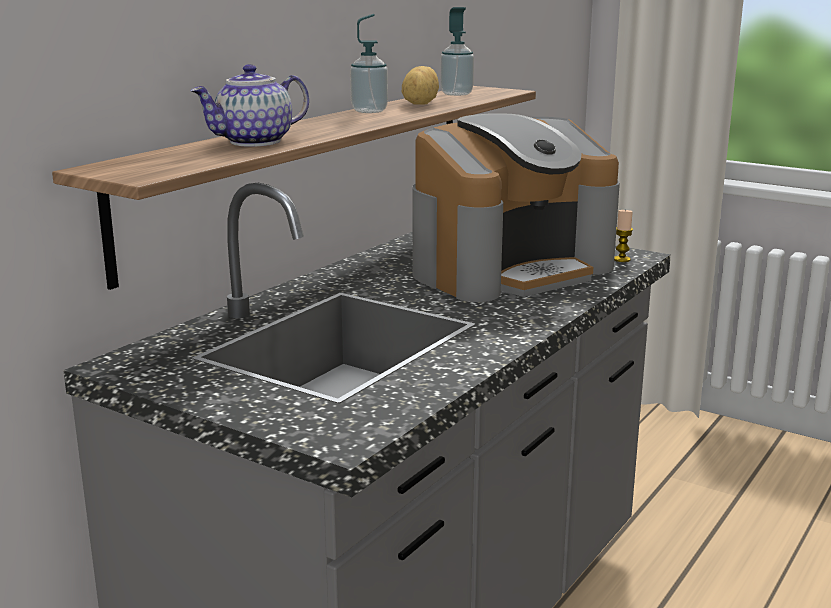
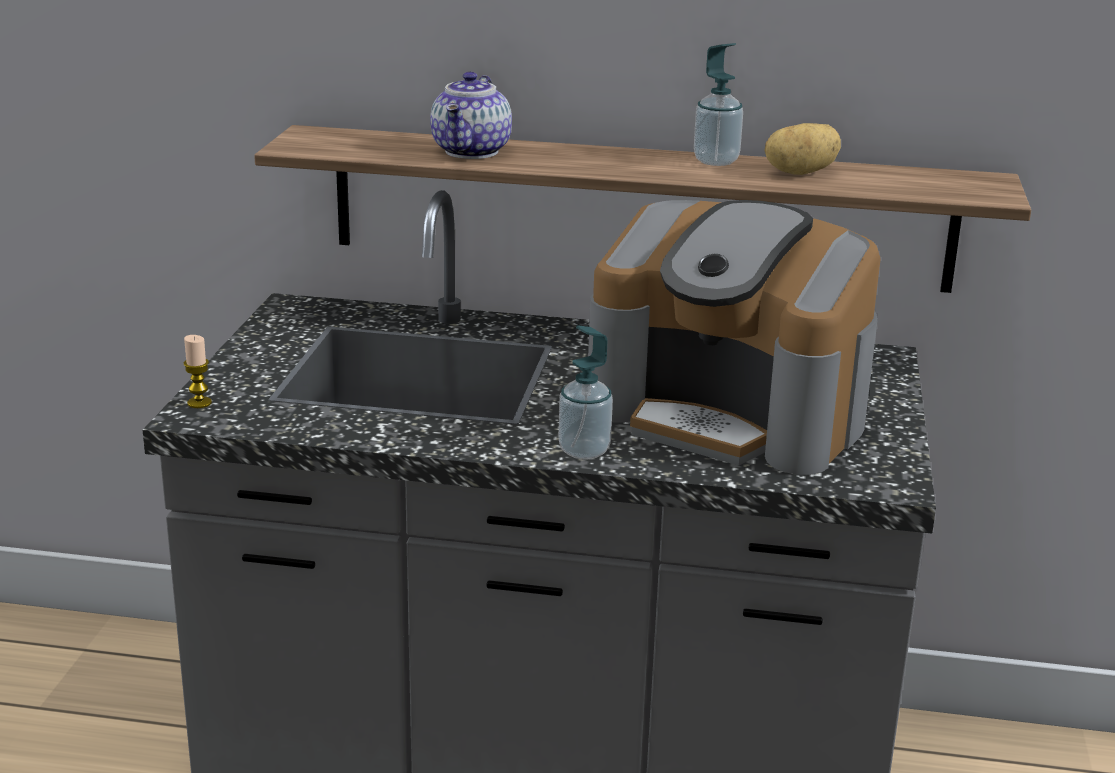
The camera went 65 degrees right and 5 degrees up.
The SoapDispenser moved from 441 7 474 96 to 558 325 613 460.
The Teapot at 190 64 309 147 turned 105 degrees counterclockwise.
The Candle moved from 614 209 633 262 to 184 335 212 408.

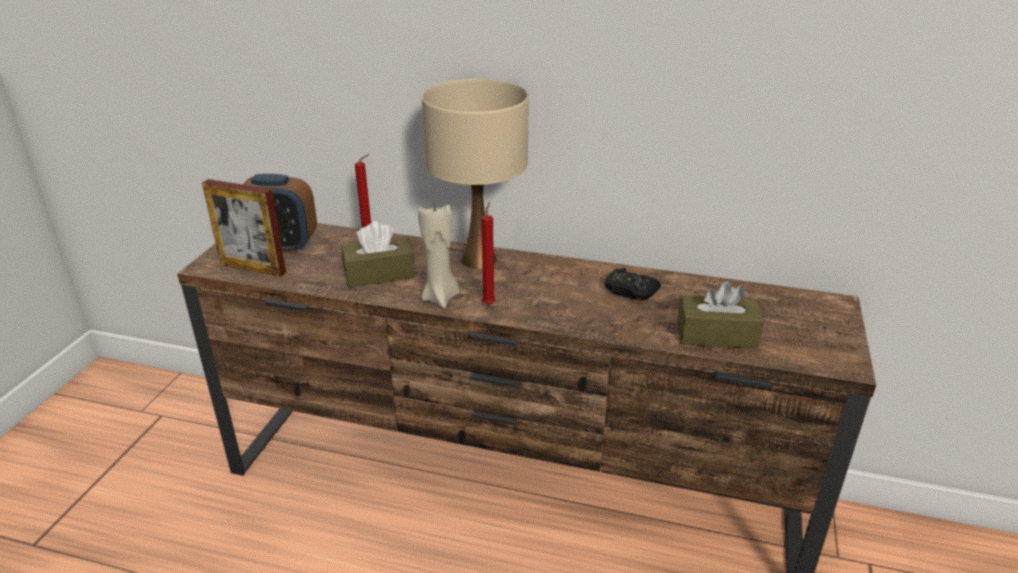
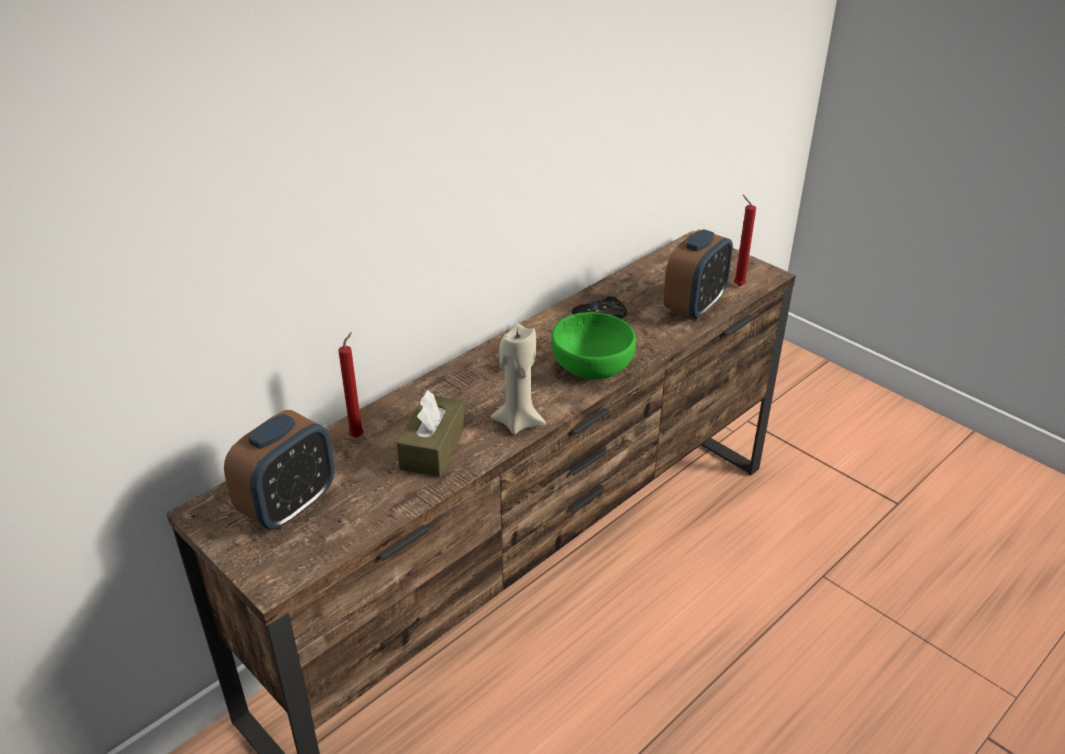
The camera went 60 degrees left and 5 degrees up.
The BeigeTableLamp at 422 79 529 269 disappeared.
The PictureFrame at 202 179 286 277 disappeared.
The RedCandle moved from 482 202 495 305 to 734 195 756 286.
The BrownTissueBox at 677 281 764 349 was replaced by the AlarmClock at 664 229 733 320.
The GreenBowl at 551 312 636 379 appeared.

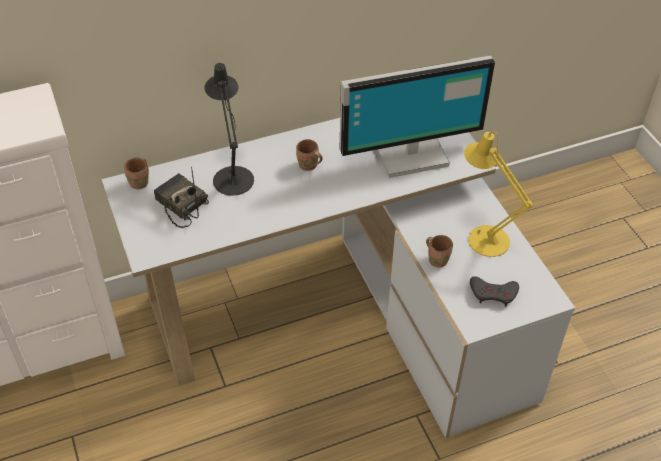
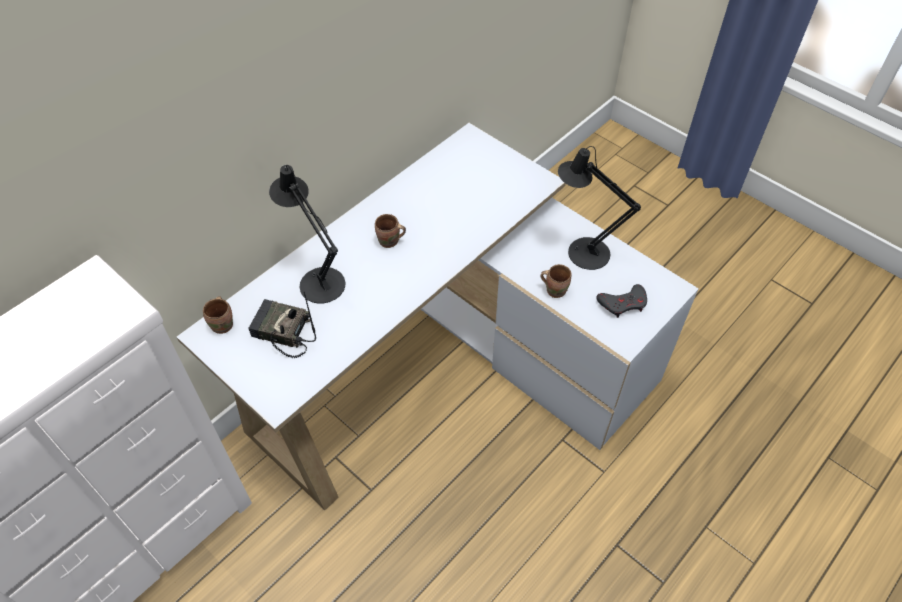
The camera went 25 degrees left and 5 degrees up.
The Monitor at 340 55 495 178 disappeared.
The YellowTableLamp at 464 131 533 257 became the BlackTableLamp at 558 146 641 270.

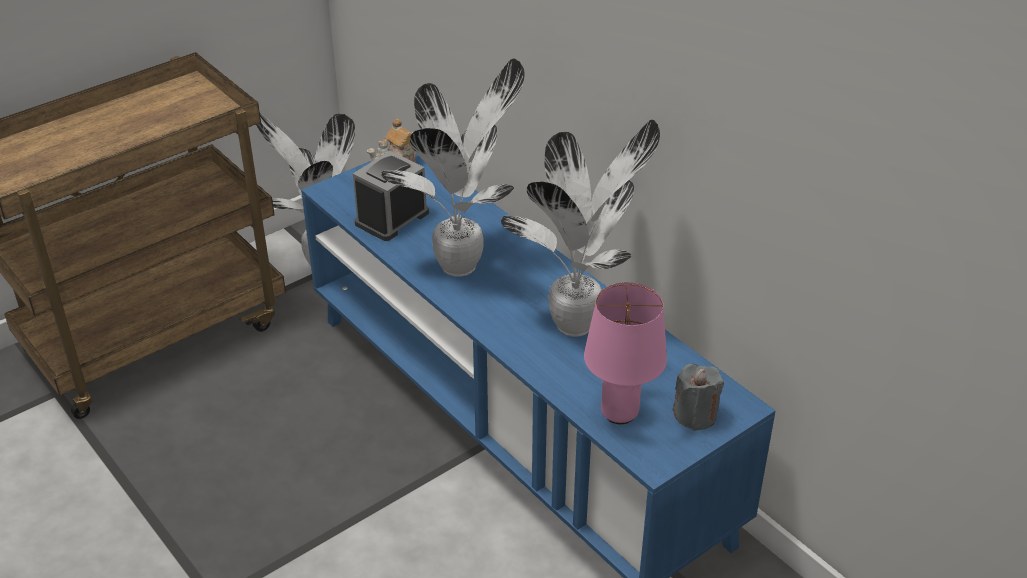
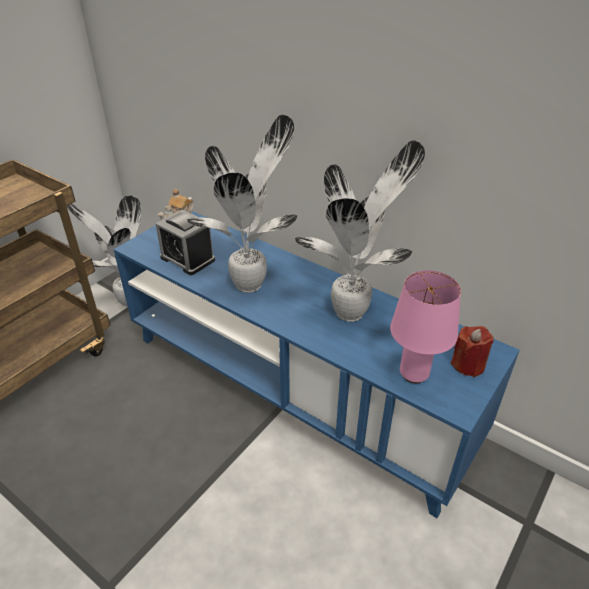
The camera went 15 degrees left and 0 degrees up.
The AlarmClock at 353 151 429 241 turned 75 degrees counterclockwise.
The GreyCandle at 673 363 724 431 became the RedCandle at 451 326 494 377.

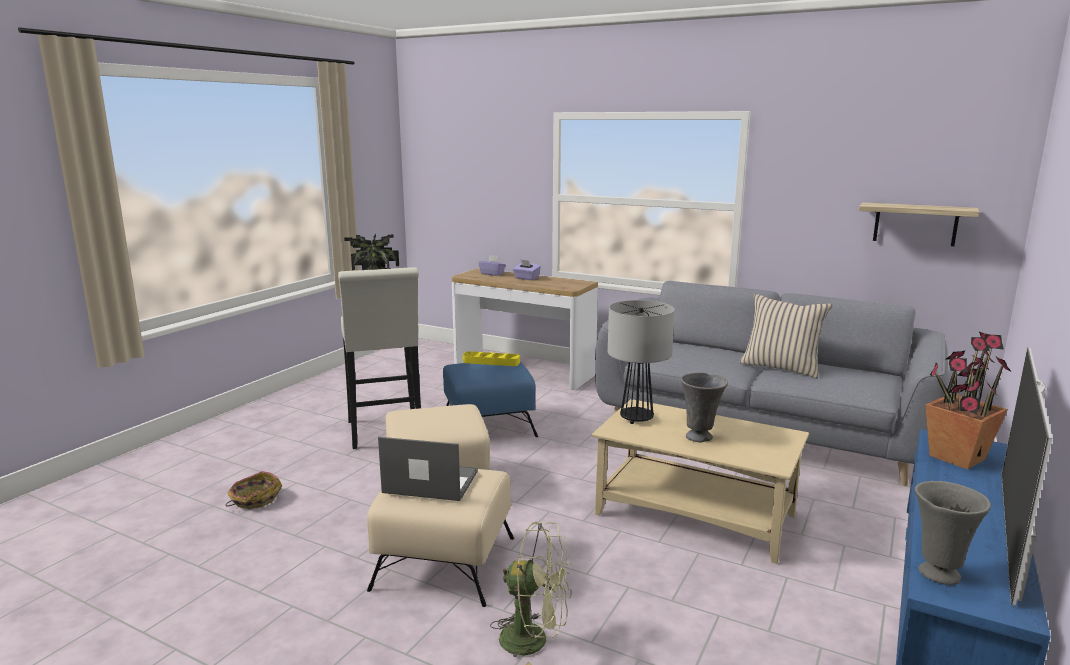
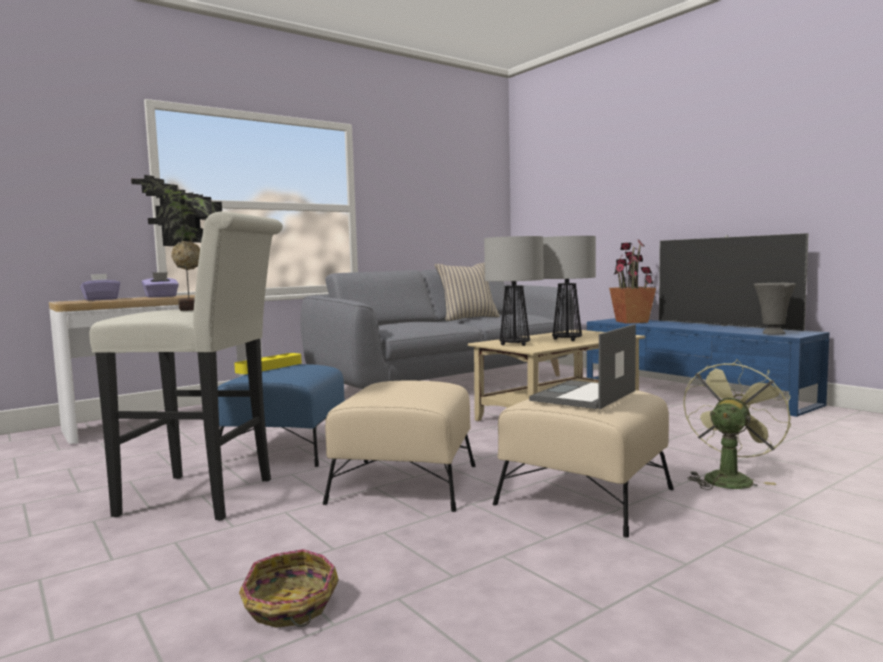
The camera went 65 degrees left and 10 degrees down.
The Shelf at 859 202 979 246 disappeared.
The GreyVase at 681 373 728 442 was replaced by the TableLamp at 543 236 596 341.

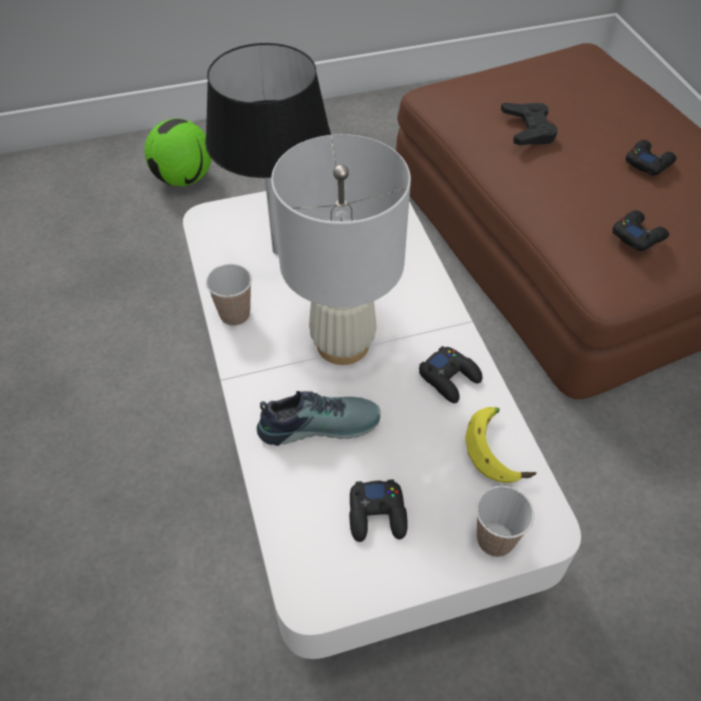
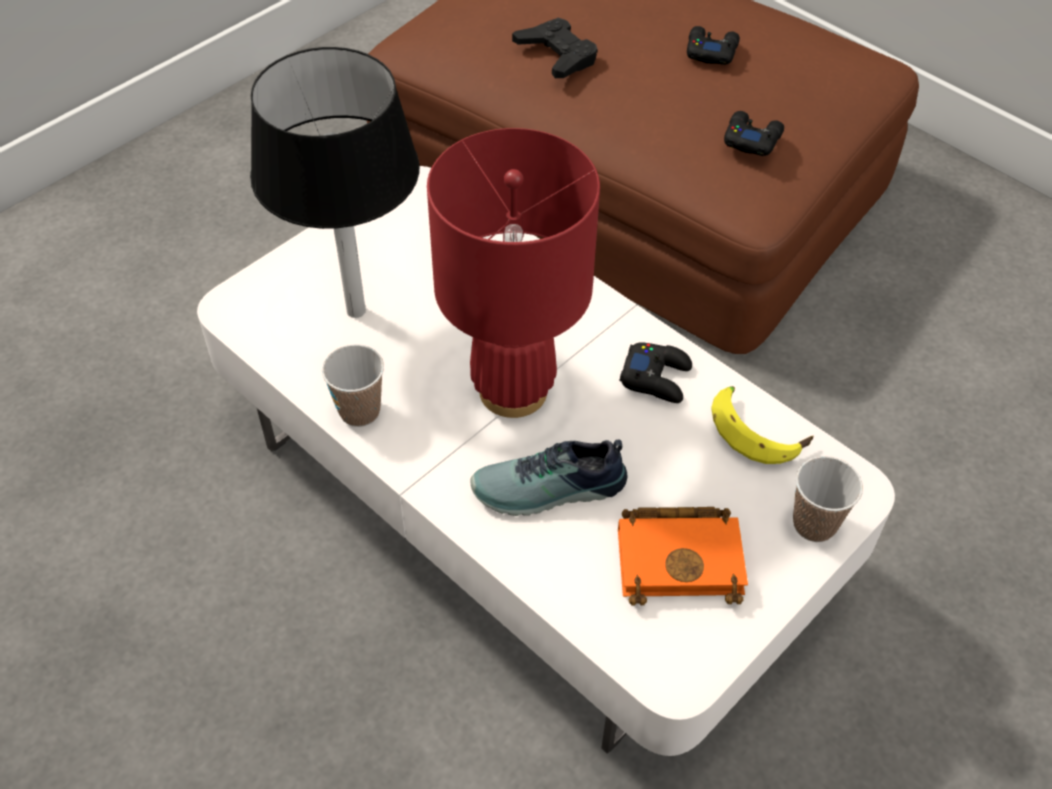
The camera went 30 degrees left and 0 degrees up.
The Football at 144 118 212 187 disappeared.
The WhiteTableLamp at 271 134 411 365 became the RedTableLamp at 427 128 600 418.
The Shoe at 257 391 381 446 turned 150 degrees counterclockwise.
The BlackGameController at 349 479 408 542 was replaced by the OrangeBook at 618 507 748 605.

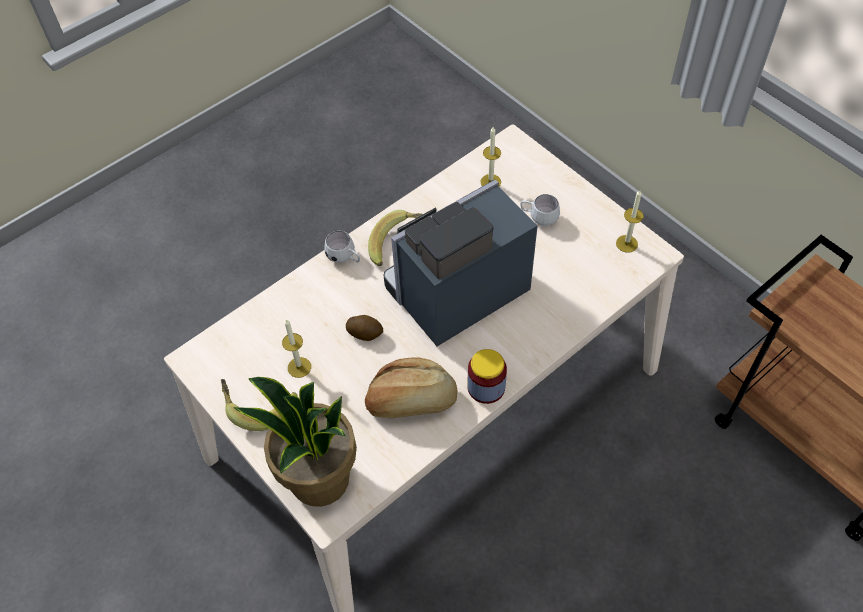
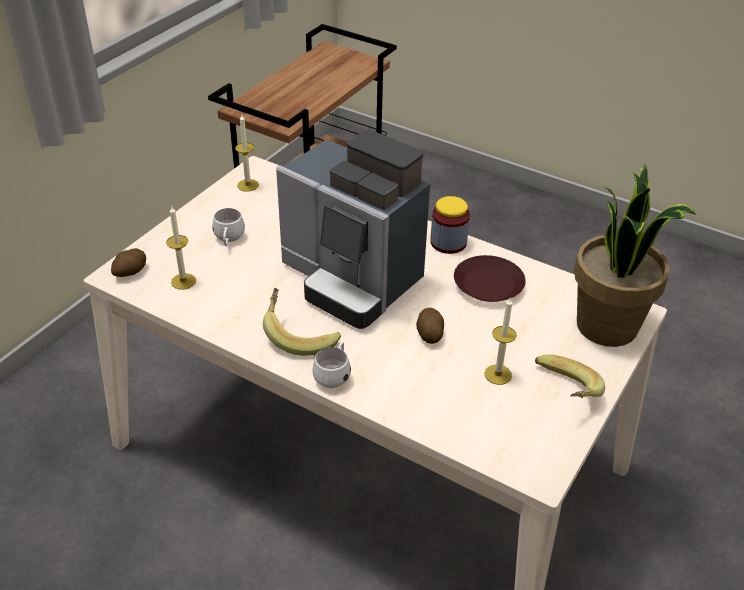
The camera went 110 degrees left and 15 degrees down.
The Bread at 365 358 458 418 was replaced by the BrownPlate at 454 255 526 302.
The Potato at 111 248 146 277 appeared.

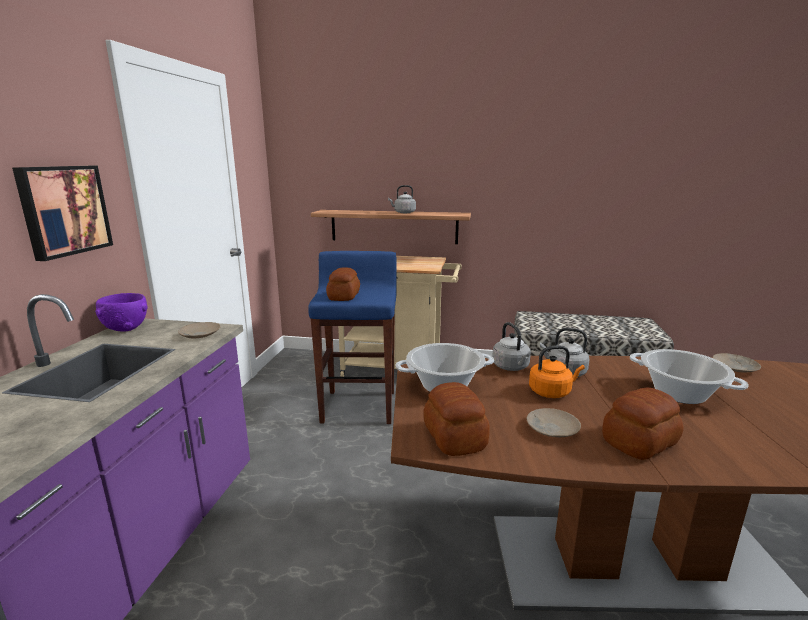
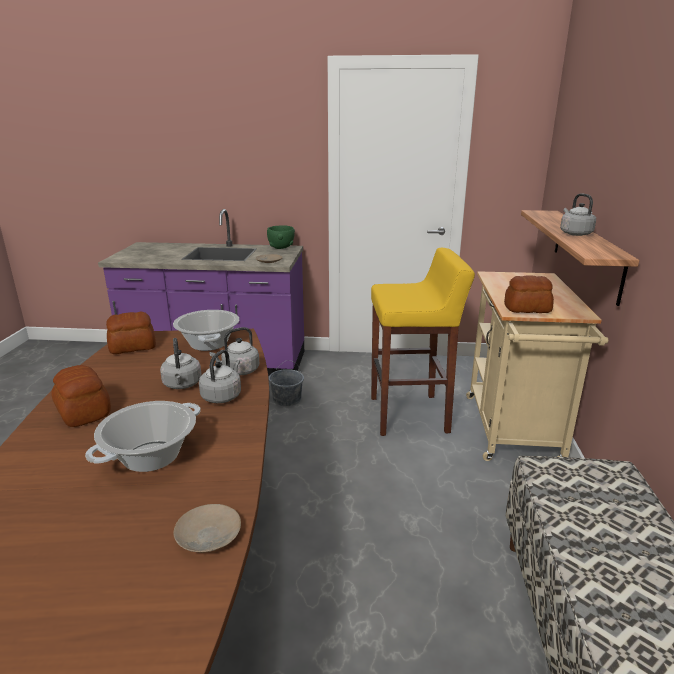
The camera went 85 degrees right and 5 degrees up.
The Picture at 12 166 113 261 disappeared.
The BlueStool at 308 251 397 424 became the YellowStool at 371 248 475 436.
The Bread moved from 326 267 360 301 to 504 276 554 313.
The PurpleBowl at 95 293 148 332 became the GreenBowl at 267 225 295 249.
The OrangeKettle at 529 346 585 398 became the GreyKettle at 160 338 202 389.
The BeigePlate at 527 408 581 437 disappeared.
The GreyBucket at 269 360 304 406 appeared.

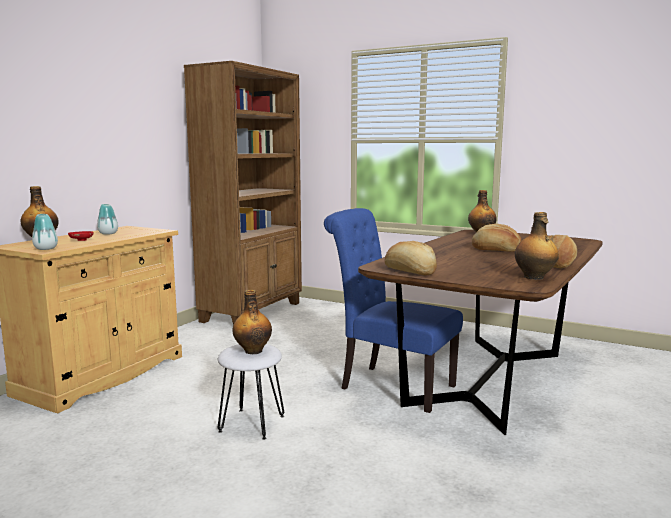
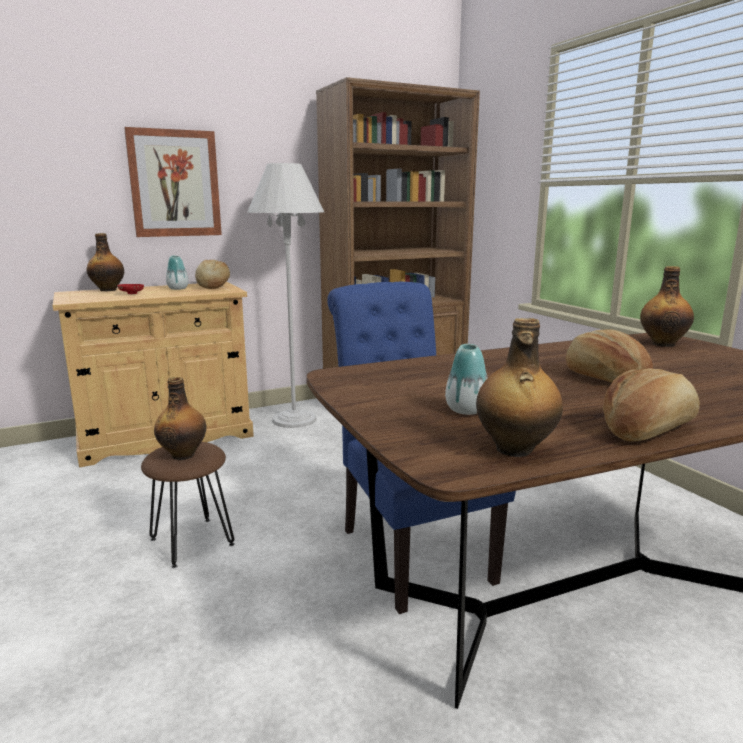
The camera went 35 degrees right and 5 degrees up.
The Vase moved from 32 214 58 250 to 445 344 488 415.
The Bread moved from 385 241 437 276 to 195 260 230 289.
The WhiteStool at 218 344 284 440 became the BrownStool at 141 442 234 568.
The Picture at 124 127 222 237 appeared.
The WhiteFloorLamp at 247 163 324 428 appeared.

